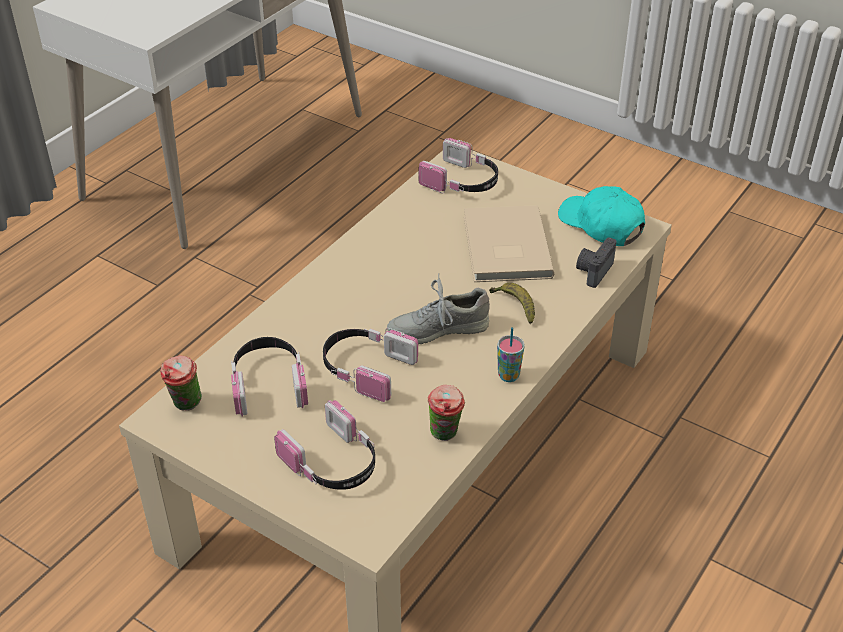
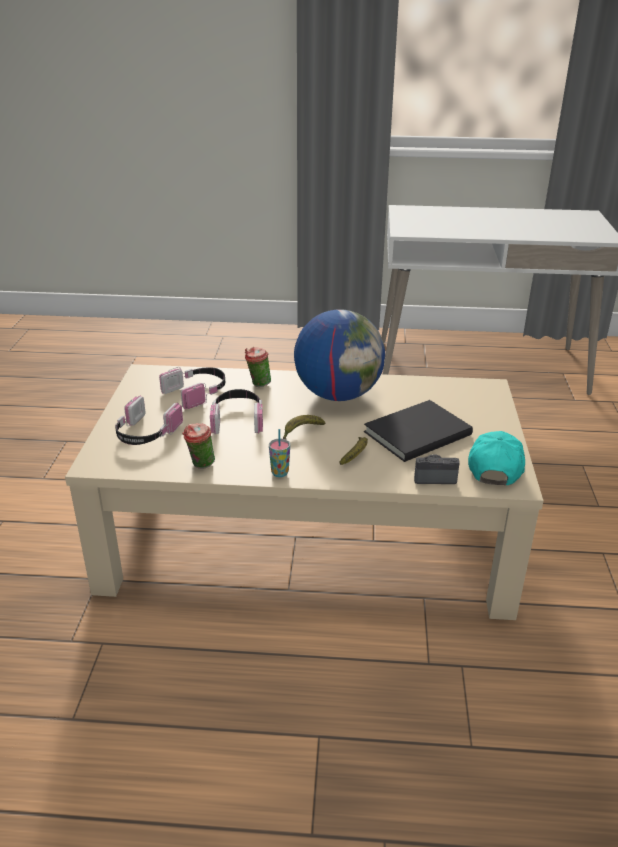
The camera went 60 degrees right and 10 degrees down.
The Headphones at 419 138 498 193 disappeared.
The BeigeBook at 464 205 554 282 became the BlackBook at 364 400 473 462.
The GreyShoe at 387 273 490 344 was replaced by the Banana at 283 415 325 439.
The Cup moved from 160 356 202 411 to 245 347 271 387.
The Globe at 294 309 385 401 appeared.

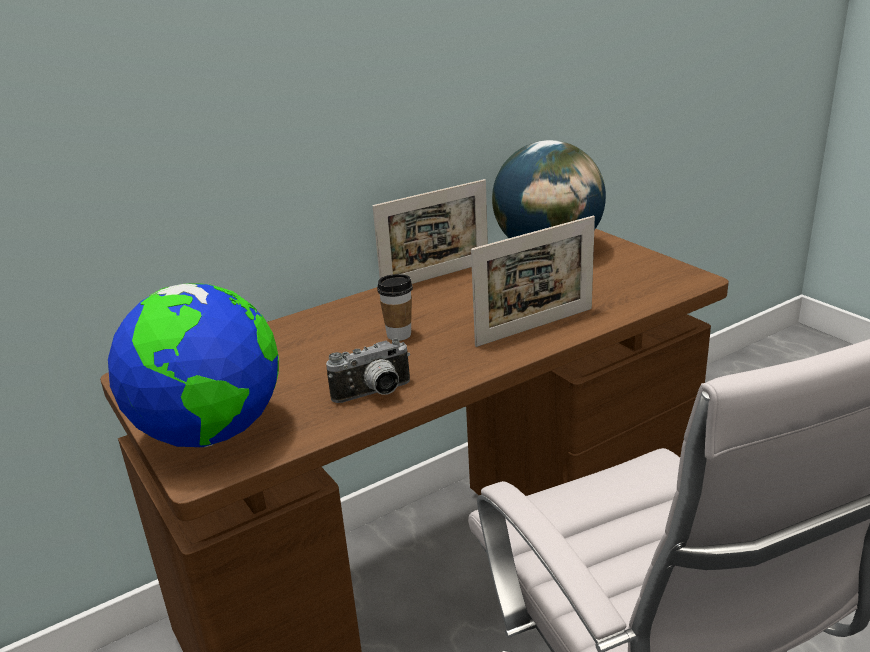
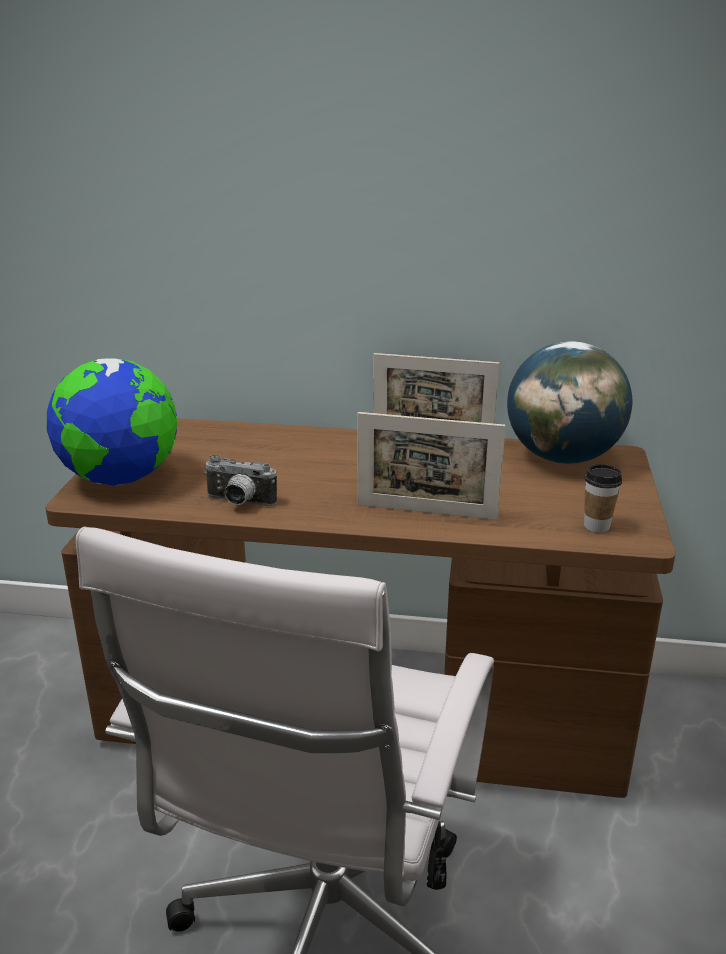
The camera went 40 degrees right and 0 degrees up.
The Cup moved from 377 274 413 341 to 584 464 622 533.

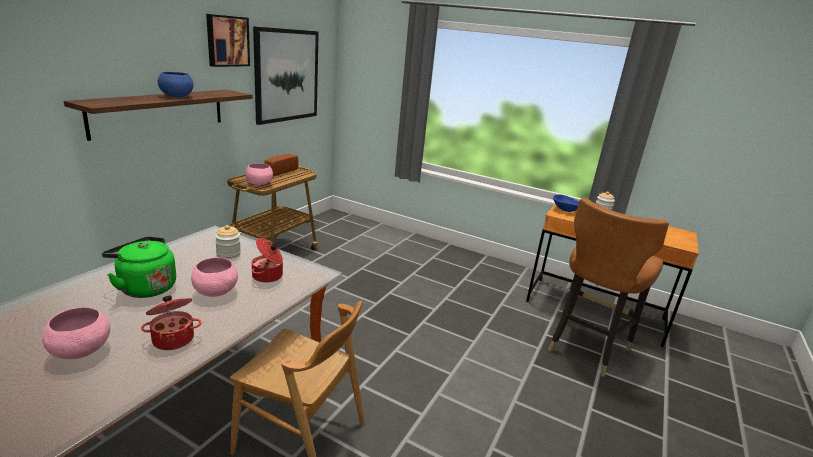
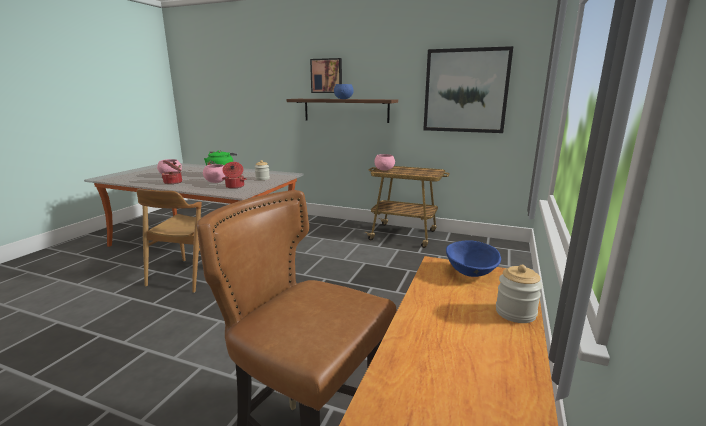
The camera went 85 degrees right and 5 degrees down.
The Picture moved from 206 14 250 67 to 310 58 342 93.
The Bread at 264 154 298 176 disappeared.

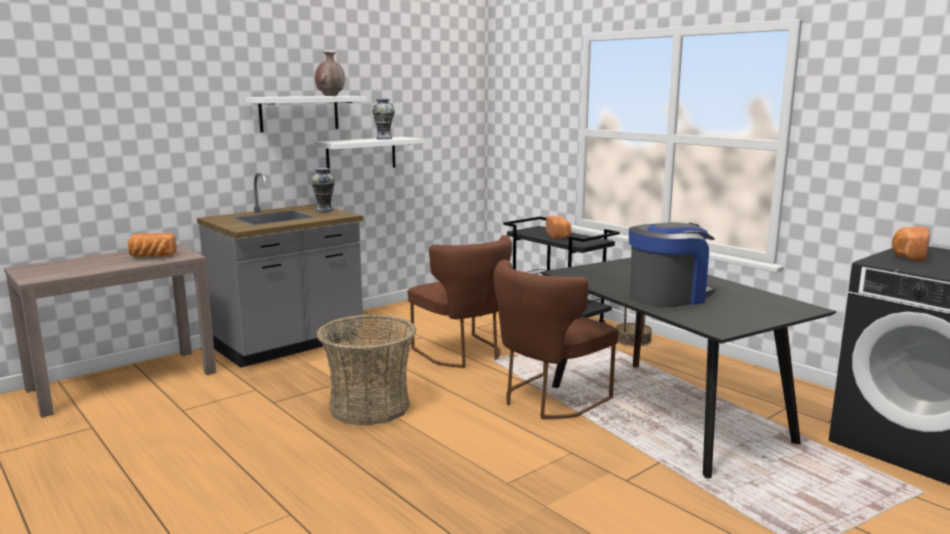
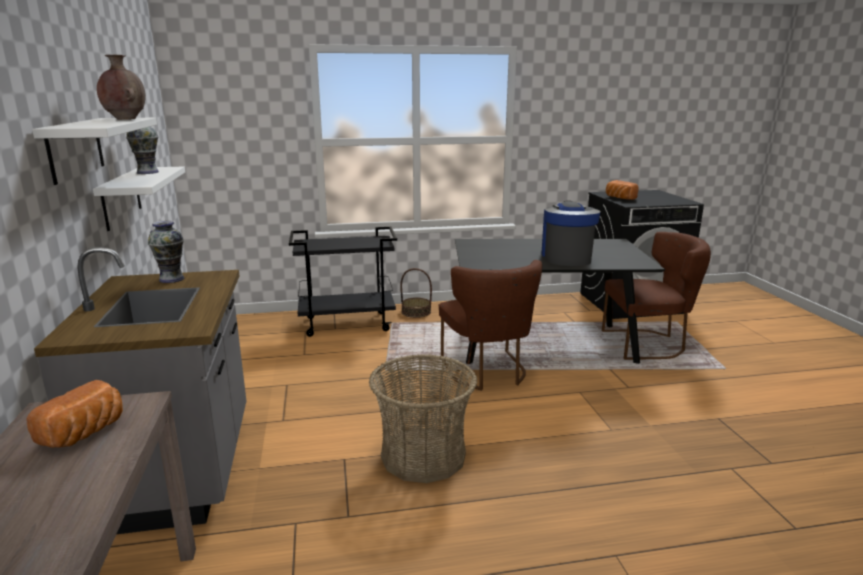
The camera went 60 degrees left and 5 degrees up.
The Bread at 546 216 571 239 disappeared.
The BrownChair moved from 408 235 512 368 to 602 232 711 360.

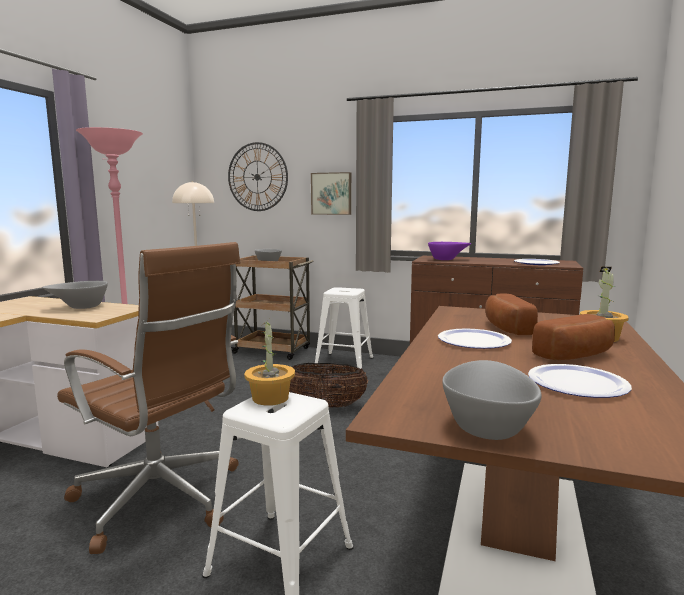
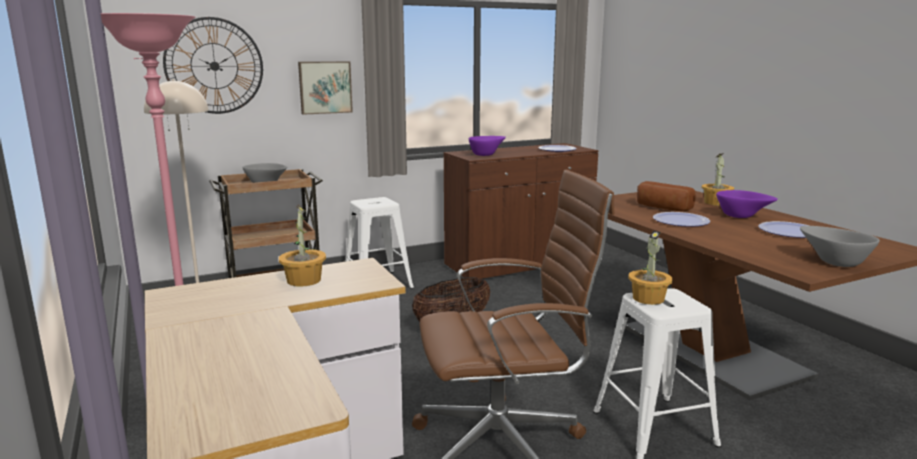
The camera went 45 degrees left and 5 degrees up.
The GreyBowl at 42 281 108 309 was replaced by the PottedPlant at 279 205 326 287.
The Bread at 532 314 615 360 was replaced by the PurpleBowl at 716 190 778 218.

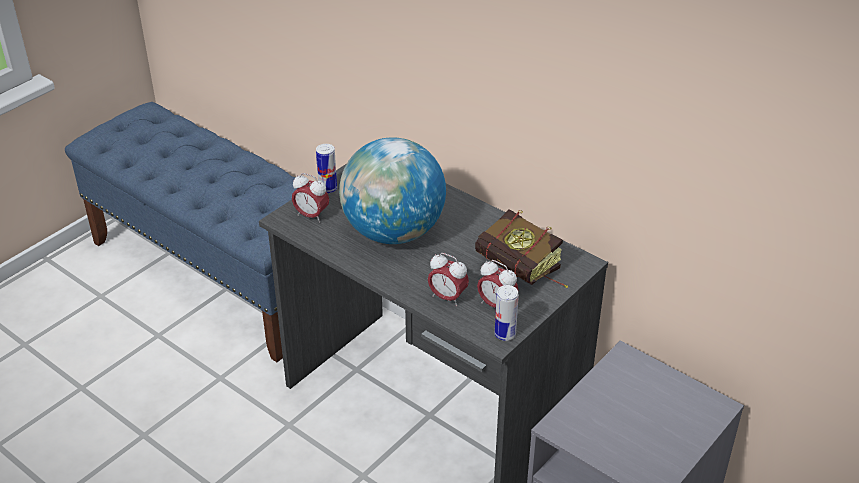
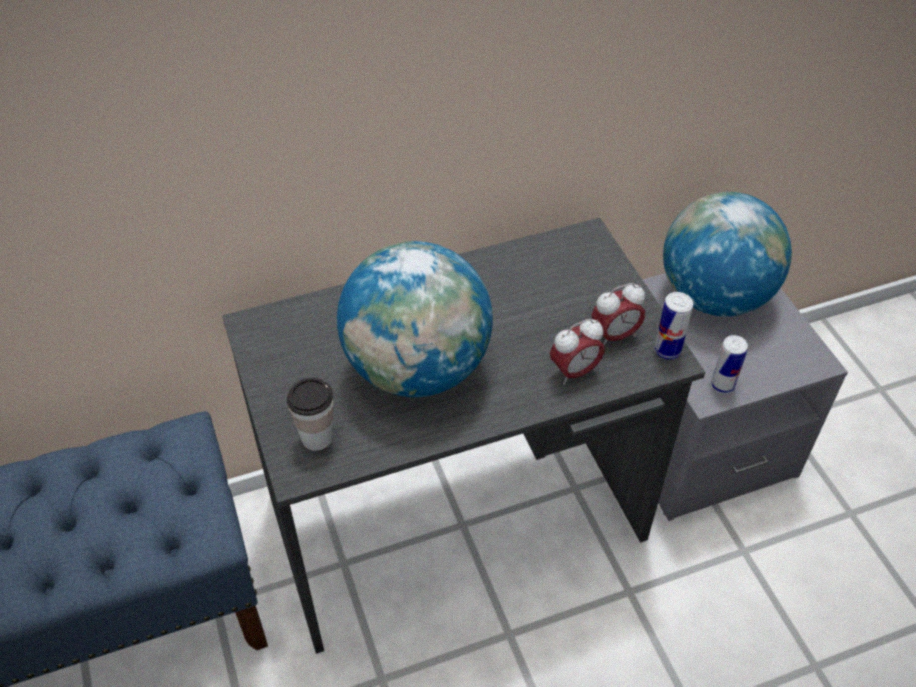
The camera went 60 degrees left and 10 degrees up.
The Can moved from 316 144 337 193 to 711 335 748 394.
The AlarmClock at 292 173 329 223 was replaced by the Cup at 287 378 333 451.
The Book at 475 209 568 288 disappeared.
The Globe at 663 192 792 316 appeared.

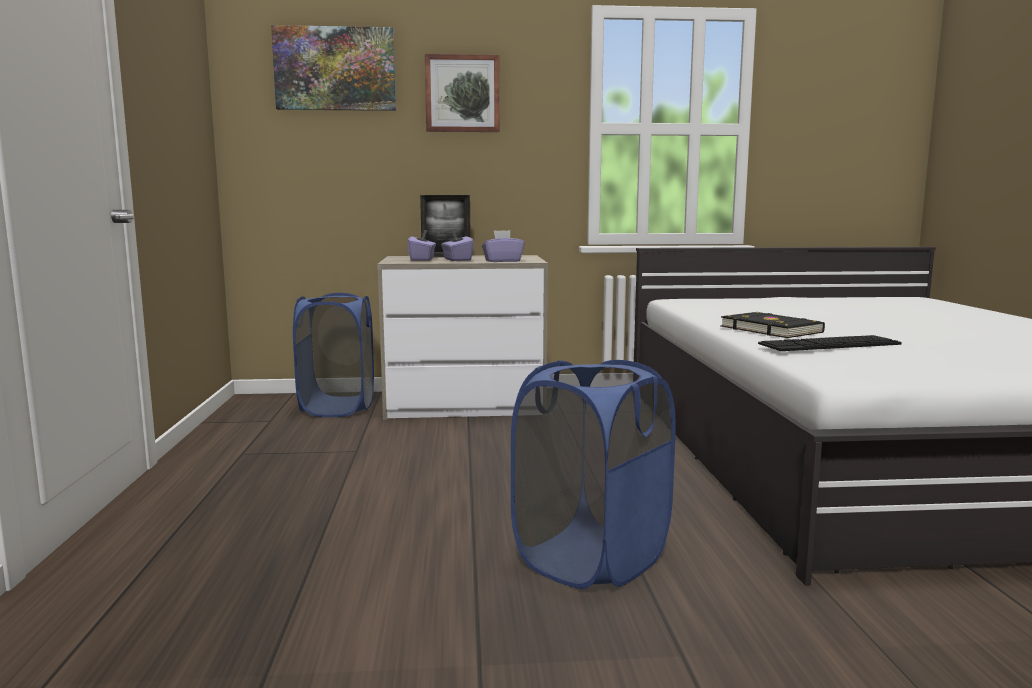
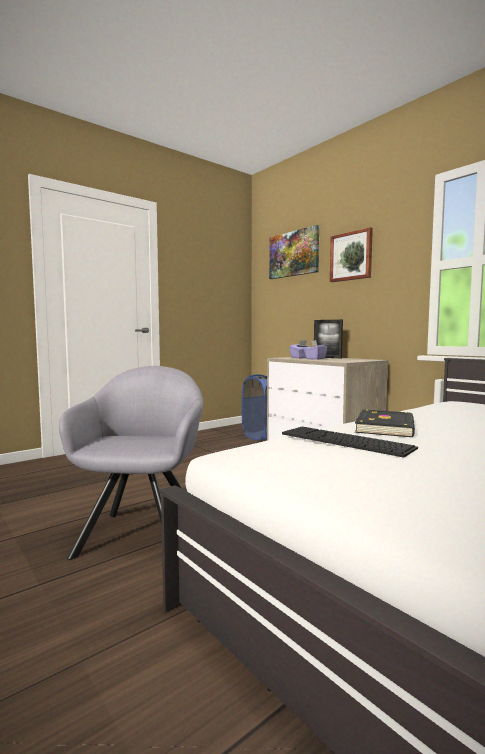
The camera went 55 degrees right and 5 degrees down.
The PurpleTissueBox at 482 230 525 262 disappeared.
The BlueLaundryBasket at 511 360 676 589 was replaced by the GreyArmchair at 59 366 204 560.

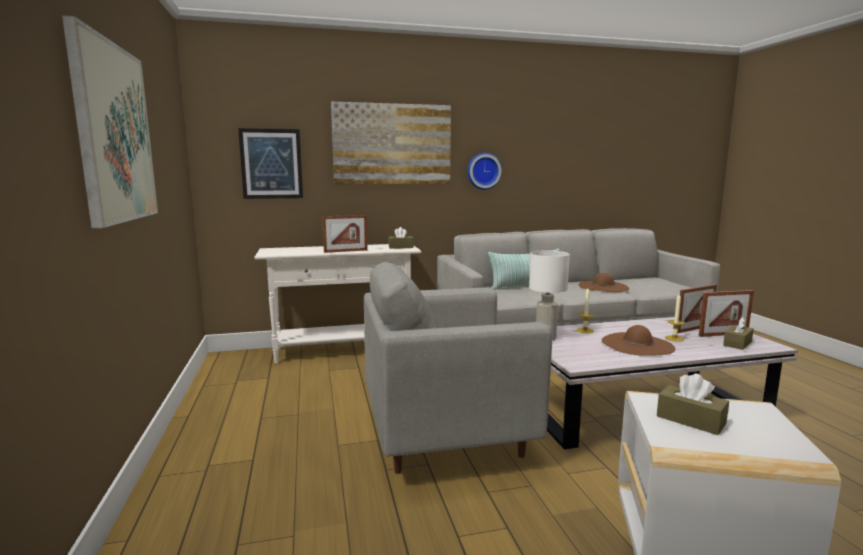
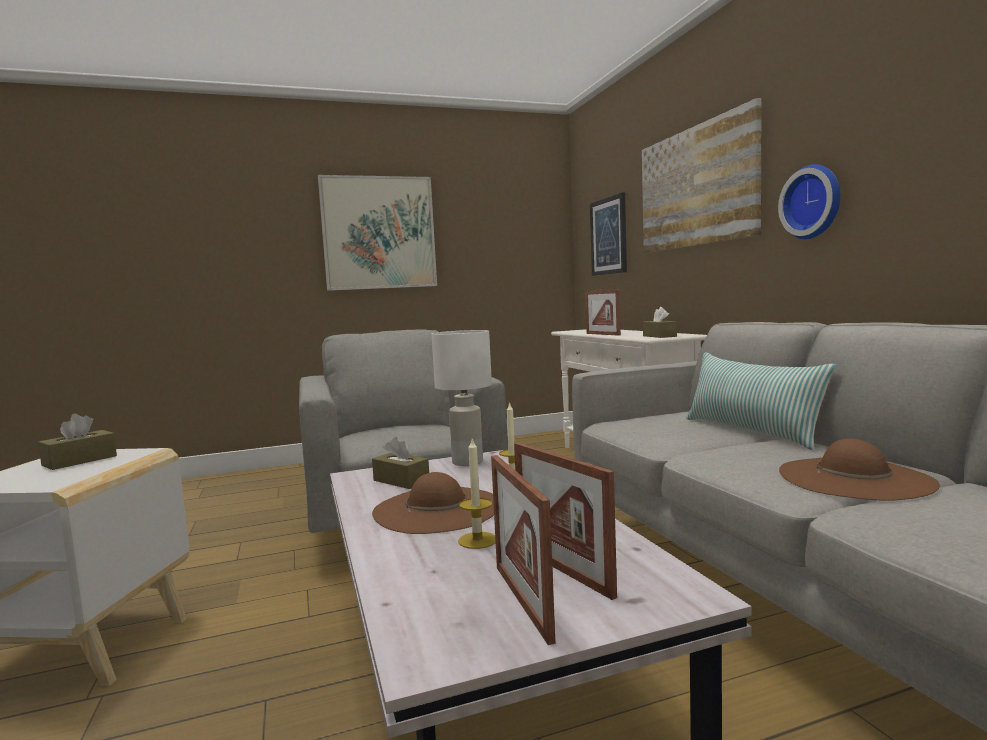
The camera went 85 degrees right and 5 degrees down.
The BrownTissueBox moved from 723 317 754 350 to 372 437 429 489.

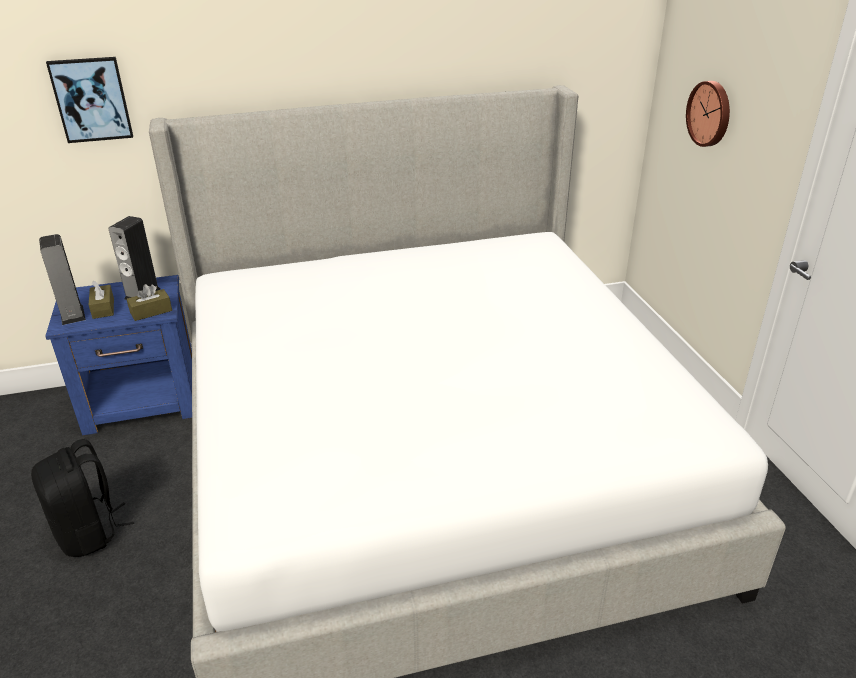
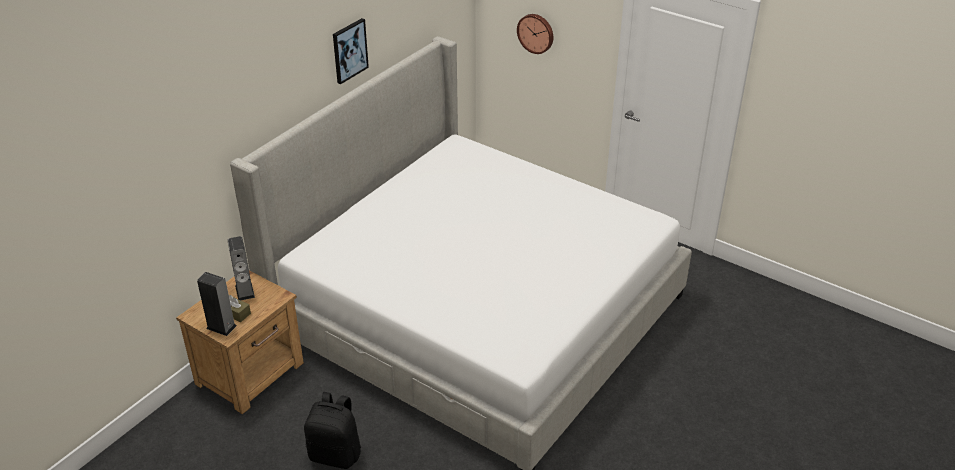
The camera went 40 degrees left and 5 degrees up.
The Picture moved from 46 57 133 143 to 333 18 369 84.
The BlueNightstand at 45 275 192 436 became the BrownNightstand at 176 270 304 414.
The BrownTissueBox at 127 284 172 321 disappeared.

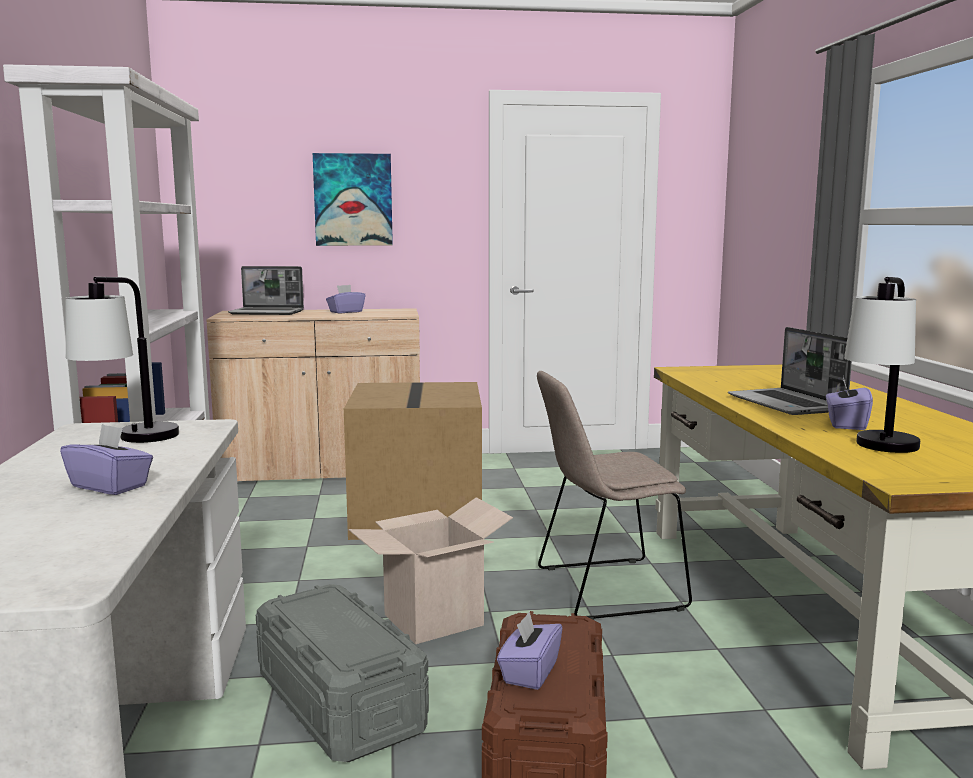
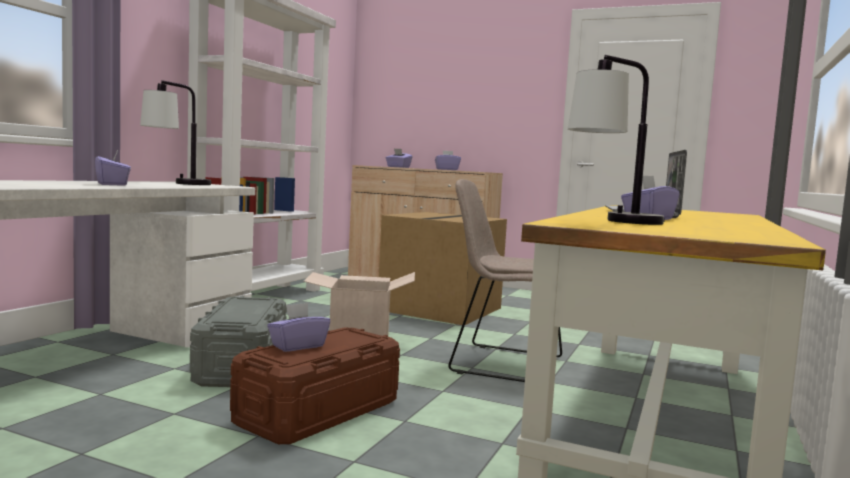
The camera went 30 degrees right and 5 degrees down.
The Picture at 313 153 393 246 disappeared.
The Laptop at 228 266 304 315 was replaced by the PurpleTissueBox at 386 148 413 168.

